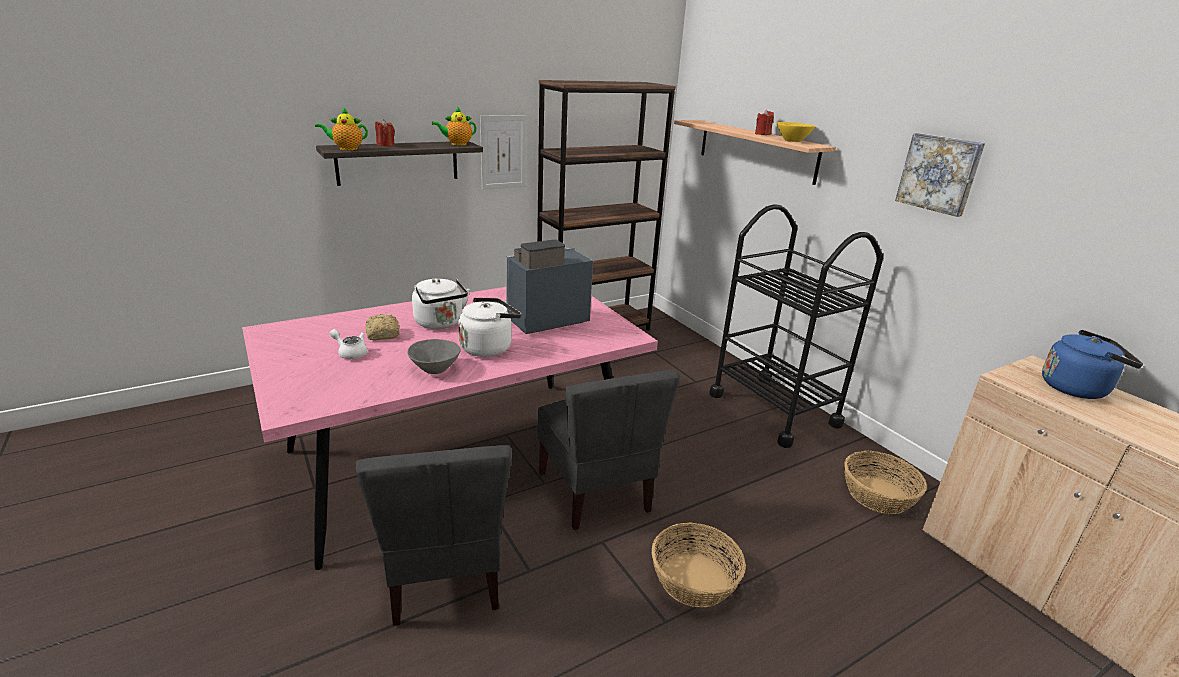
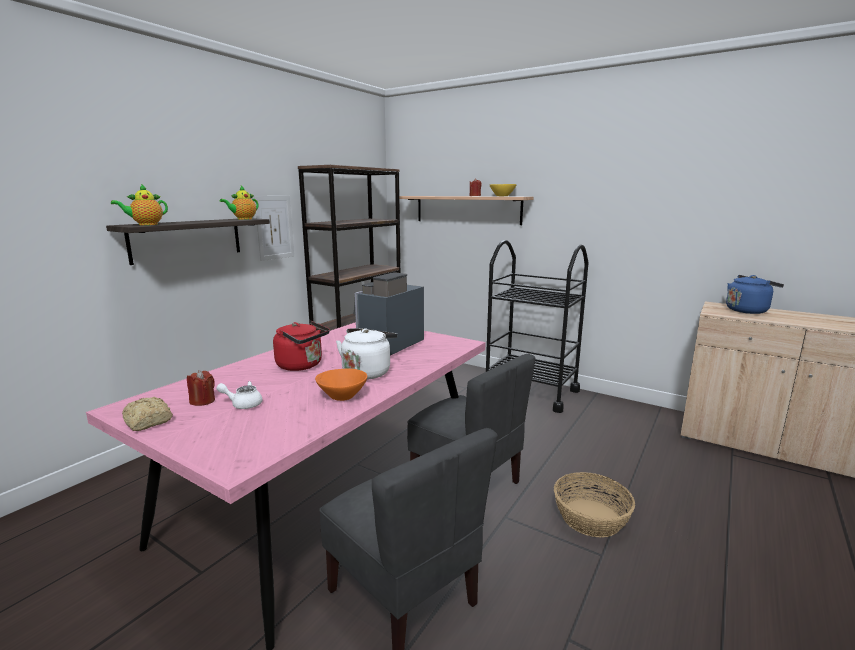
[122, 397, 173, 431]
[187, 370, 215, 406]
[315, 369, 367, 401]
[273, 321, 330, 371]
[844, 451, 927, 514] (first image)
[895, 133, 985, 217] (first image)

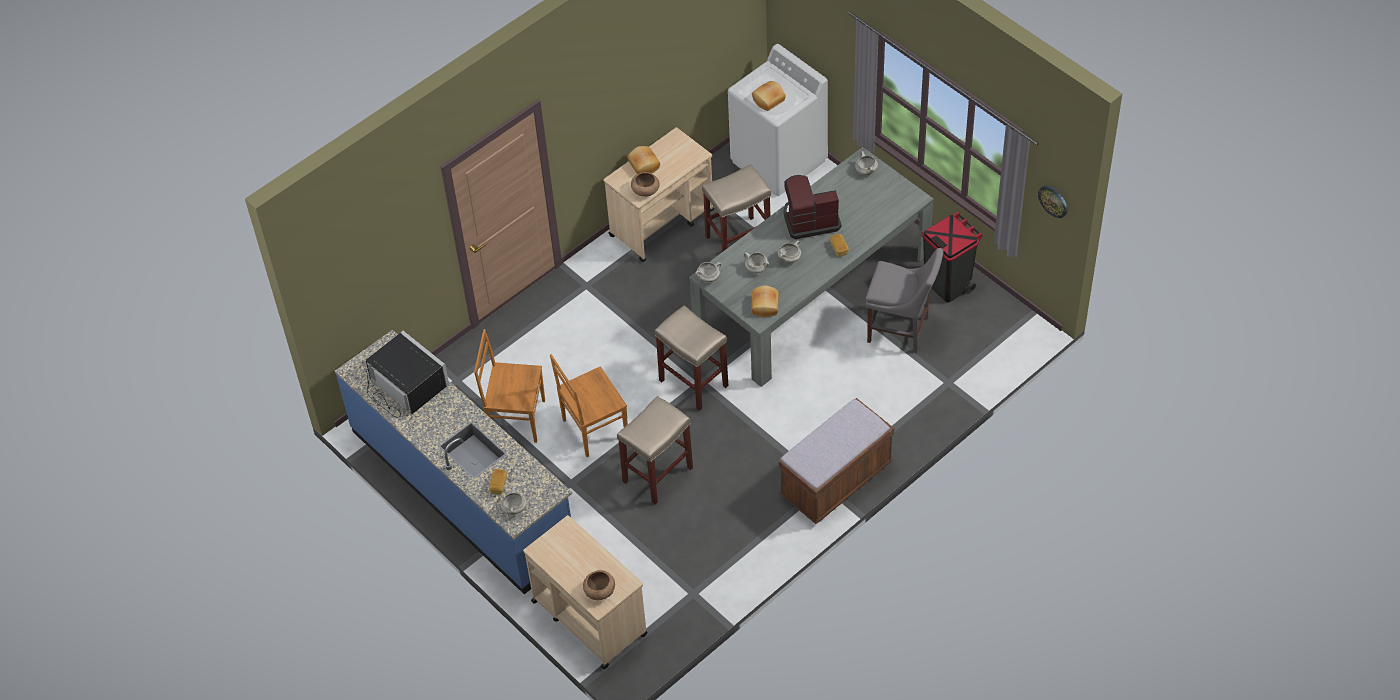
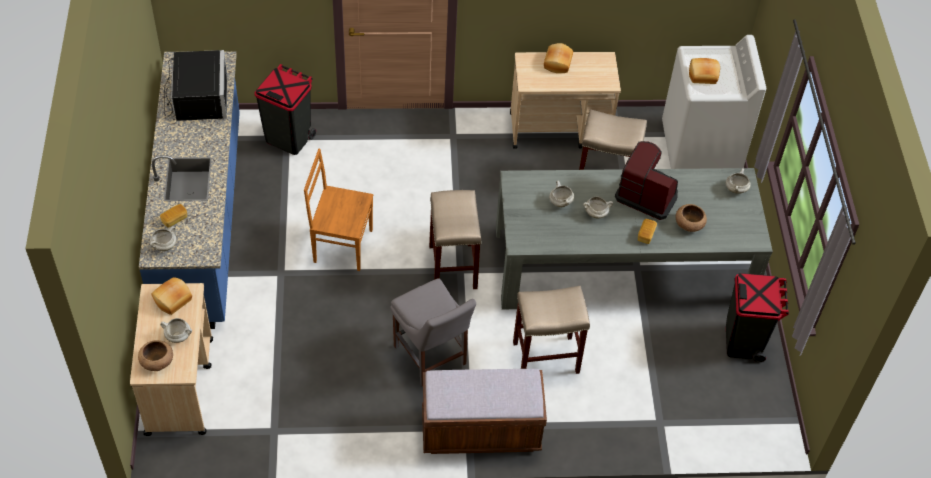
[474, 329, 545, 443] (first image)
[513, 286, 590, 374]
[676, 204, 707, 232]
[160, 318, 192, 343]
[152, 277, 192, 315]
[390, 278, 476, 386]
[1038, 186, 1068, 218] (first image)
[254, 64, 316, 155]

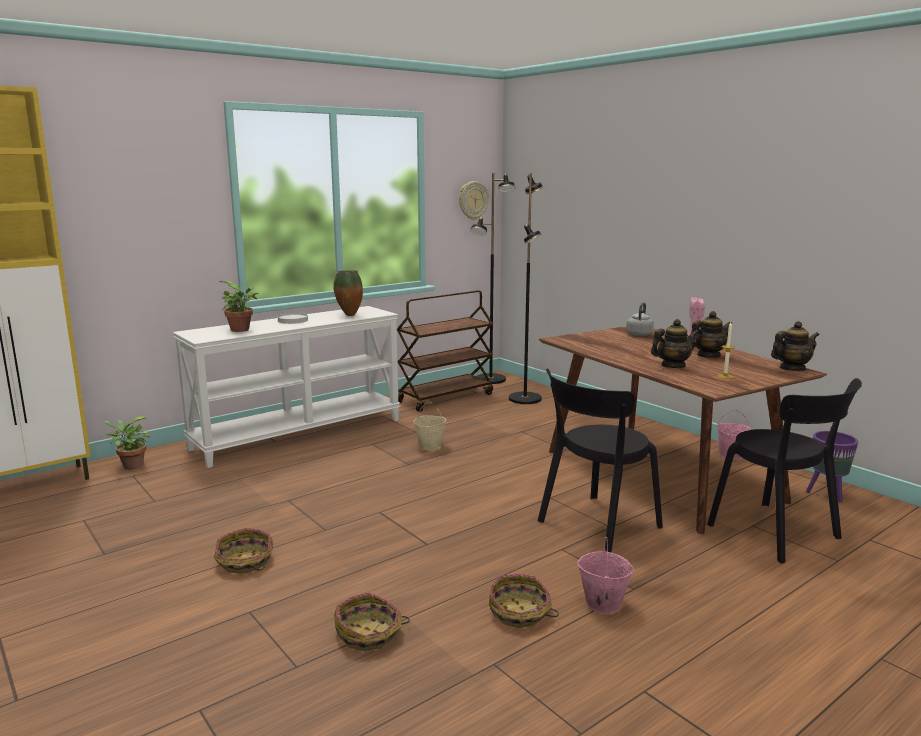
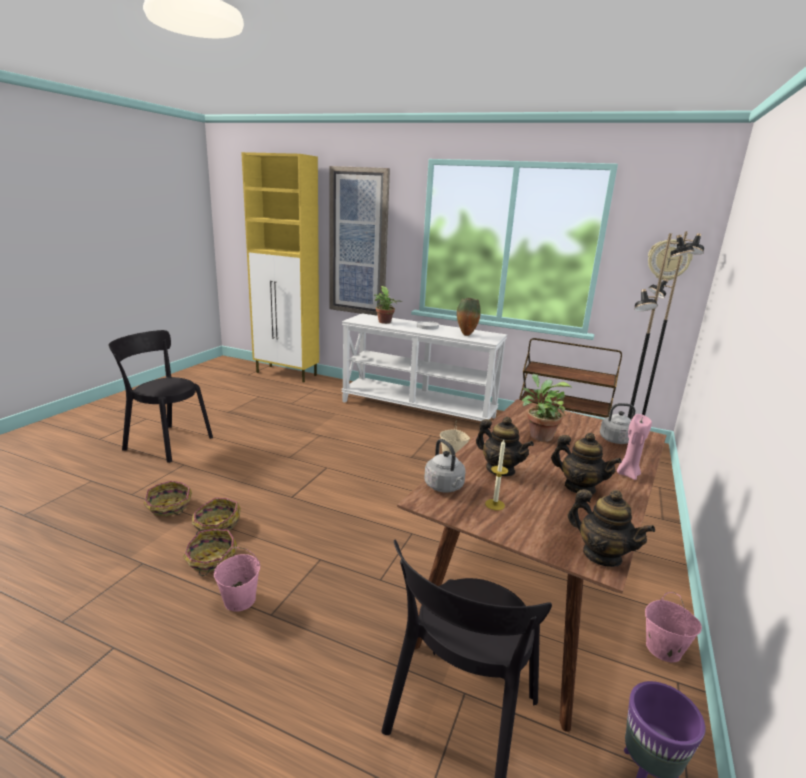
[522, 374, 572, 442]
[192, 498, 241, 535]
[108, 330, 213, 463]
[330, 166, 390, 316]
[424, 439, 466, 493]

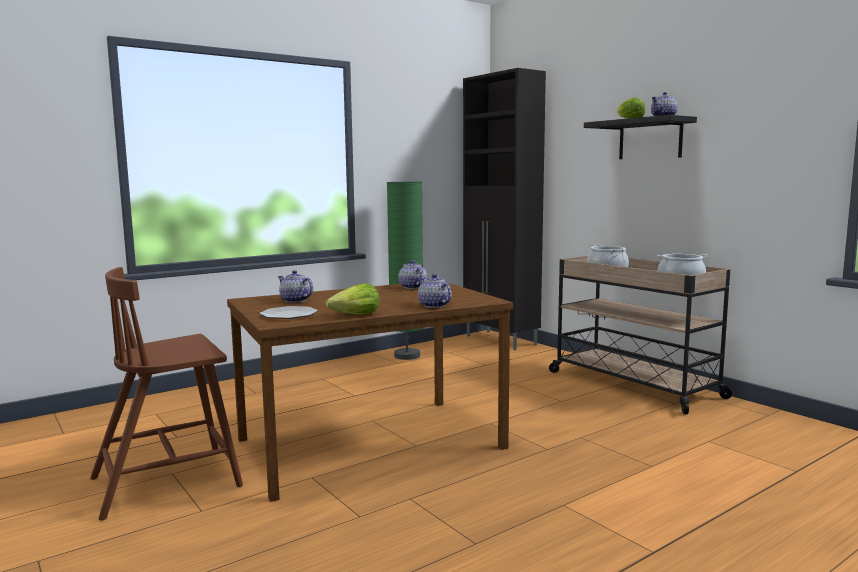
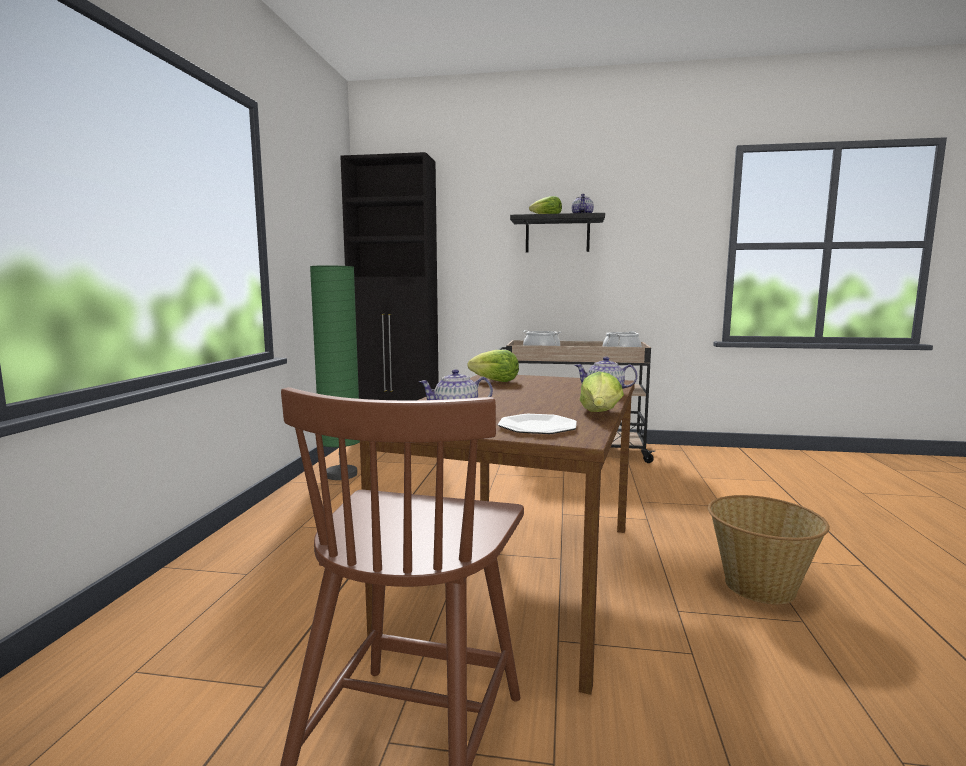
[468, 350, 519, 382]
[708, 495, 830, 604]

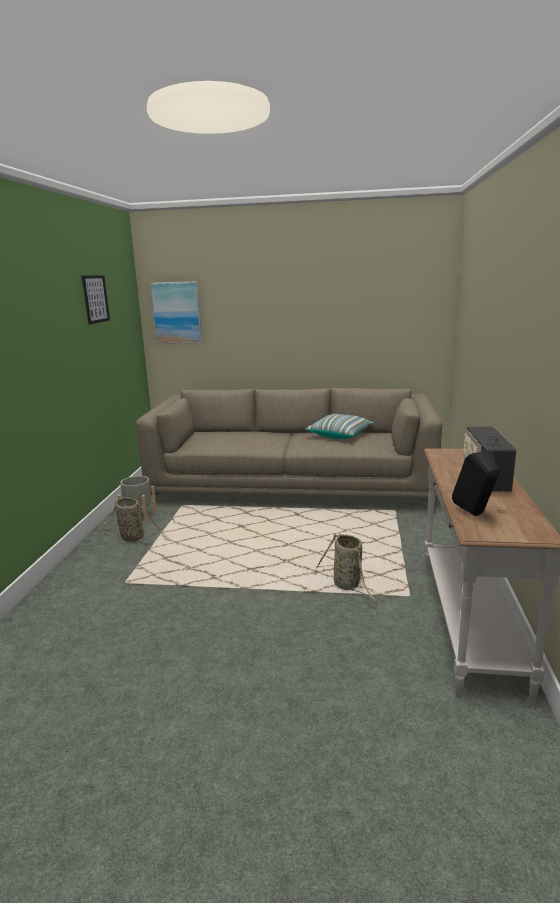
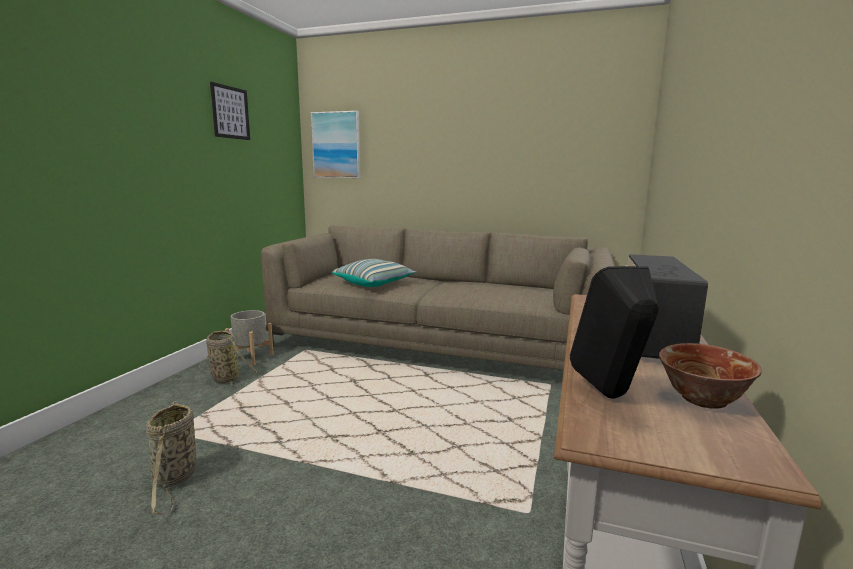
[332, 259, 416, 287]
[146, 401, 196, 515]
[659, 343, 762, 409]

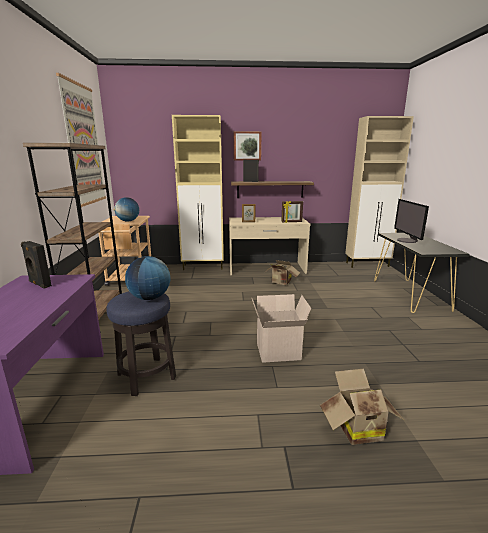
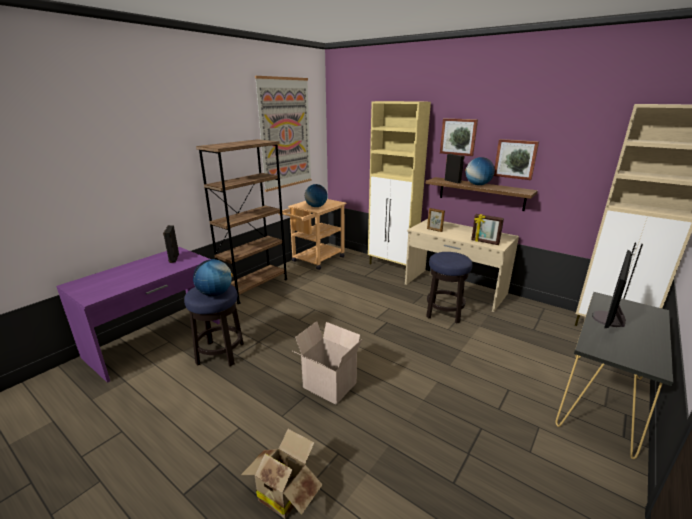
[426, 252, 473, 324]
[465, 157, 495, 185]
[494, 139, 539, 180]

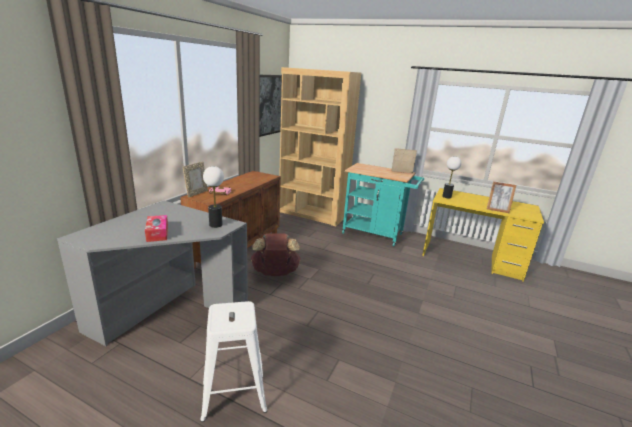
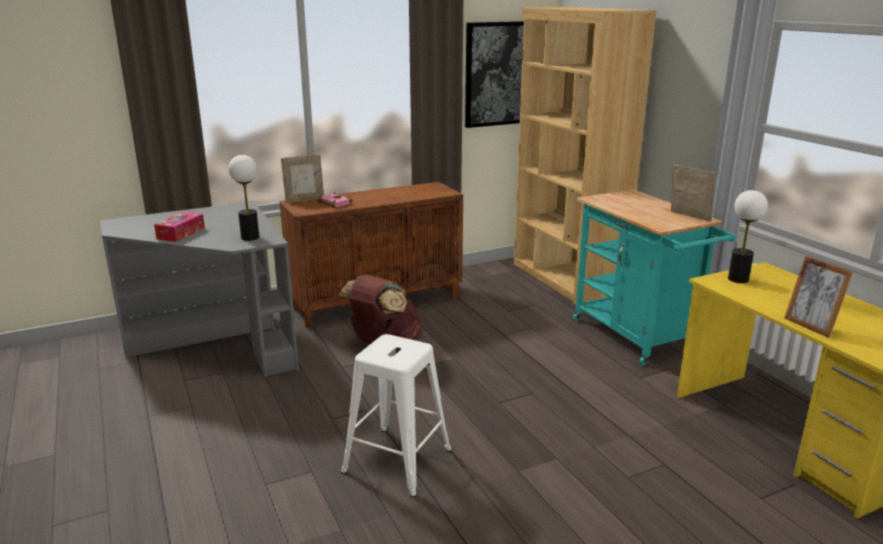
[341, 334, 452, 497]

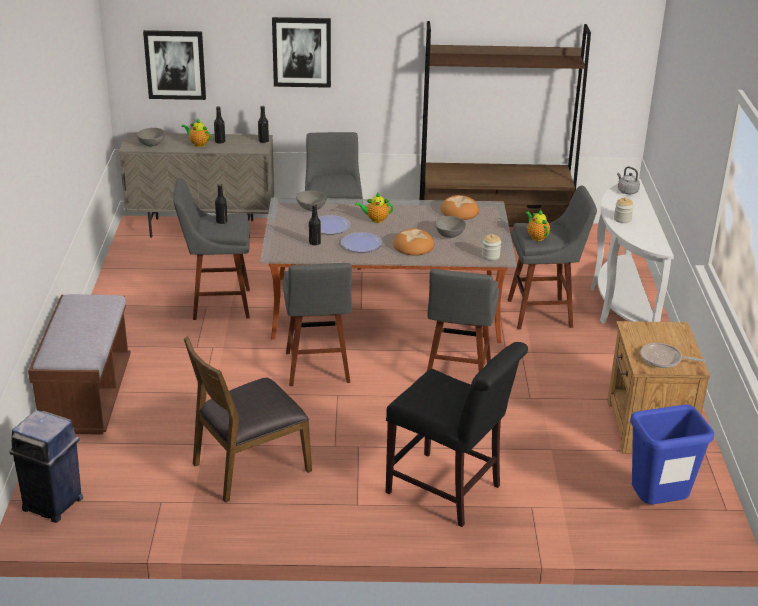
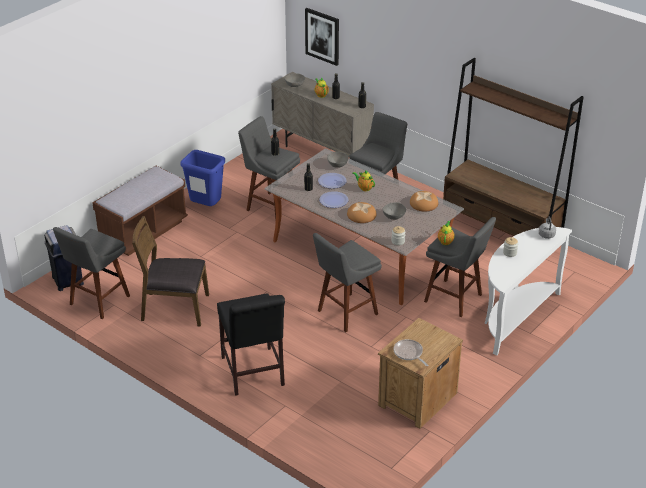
[272, 17, 331, 88] (first image)
[53, 227, 130, 319]
[181, 150, 225, 206]

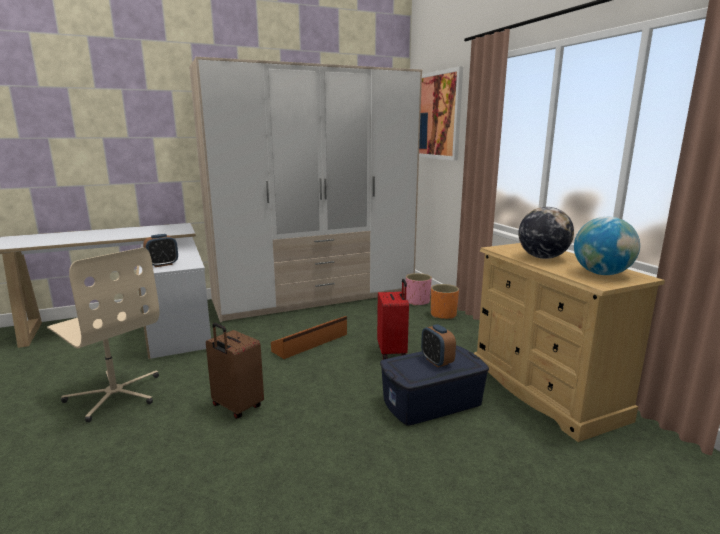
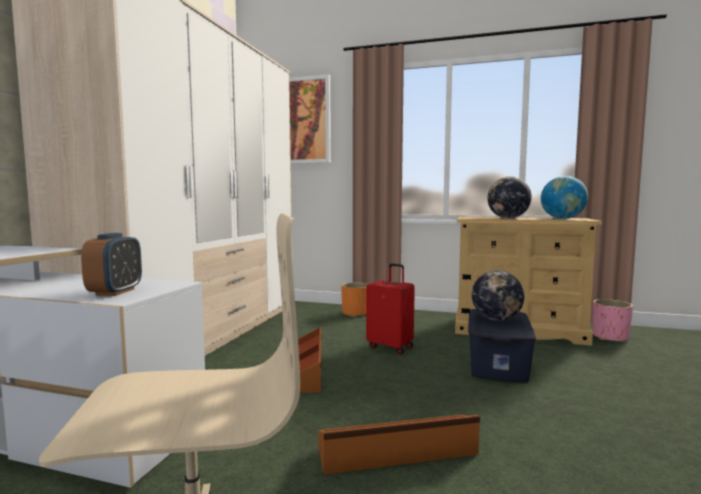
[318, 415, 480, 475]
[592, 299, 633, 342]
[472, 270, 524, 321]

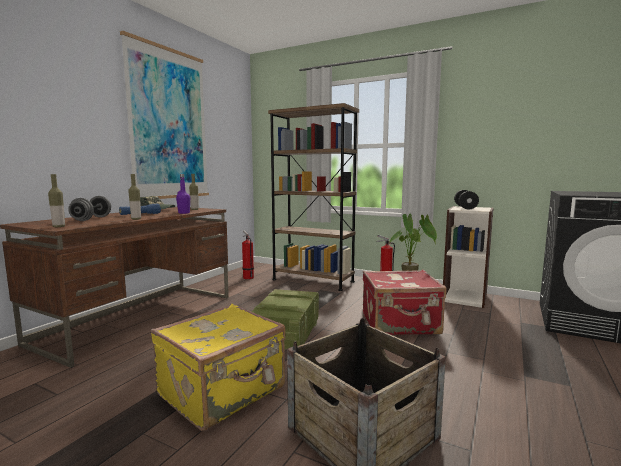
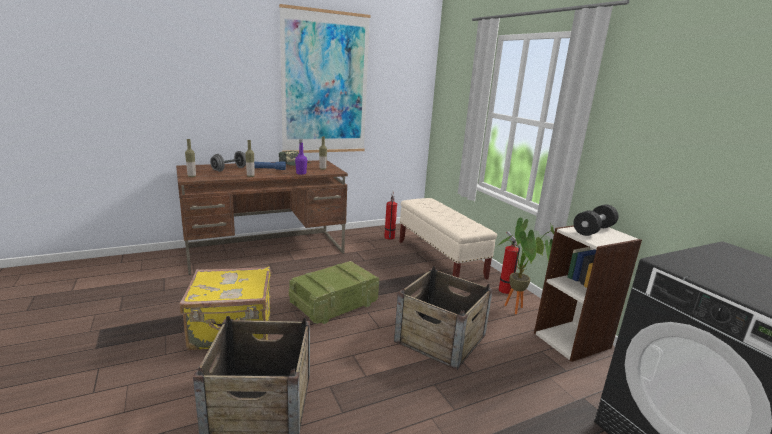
[399, 198, 497, 280]
[394, 266, 493, 370]

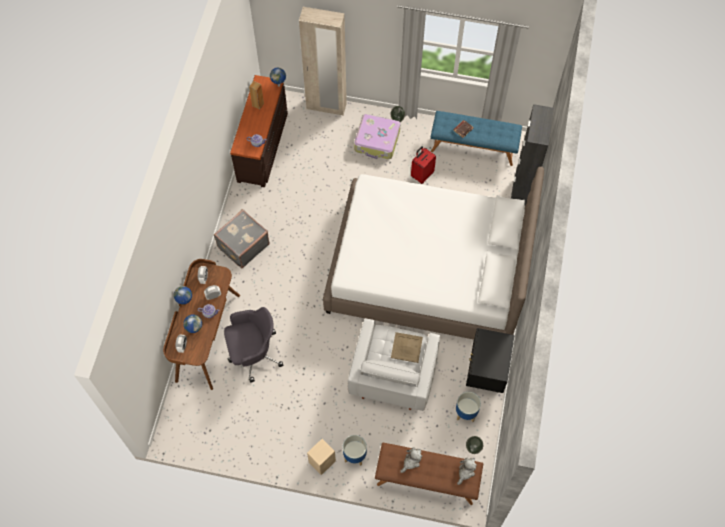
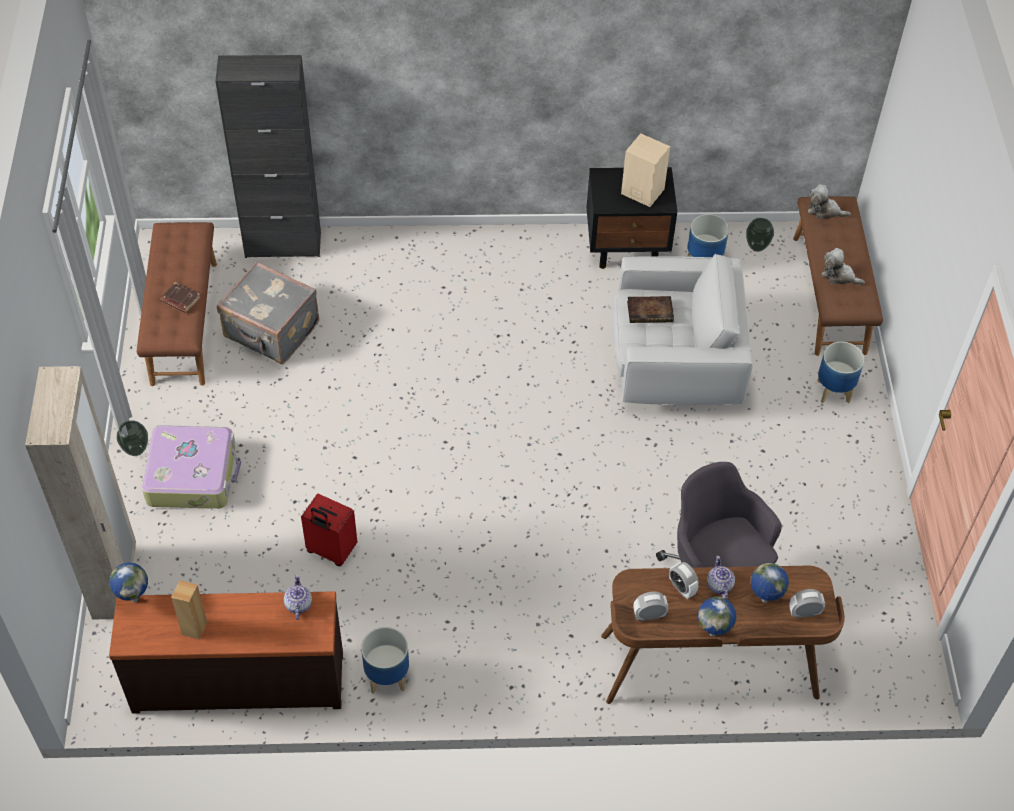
[217, 262, 319, 365]
[621, 133, 670, 207]
[323, 166, 544, 340] (first image)
[627, 296, 674, 323]
[301, 494, 357, 566]
[137, 222, 217, 386]
[361, 627, 409, 694]

